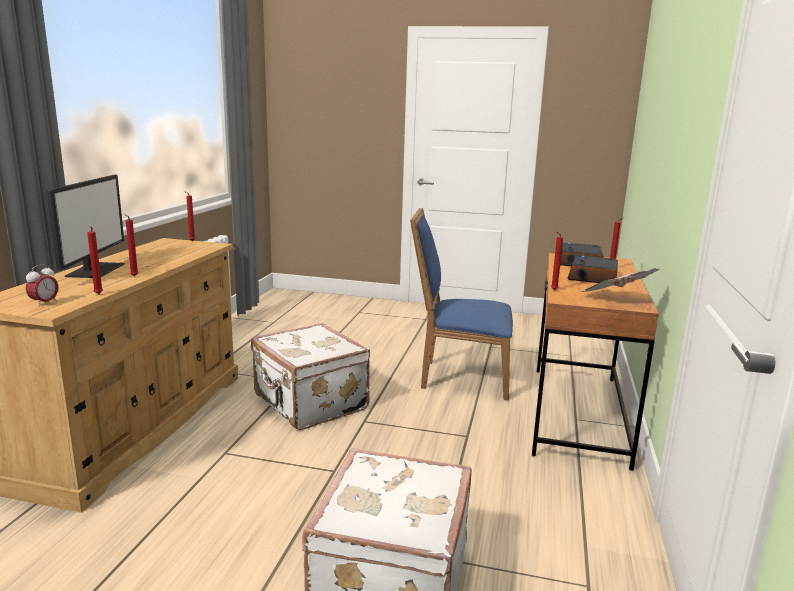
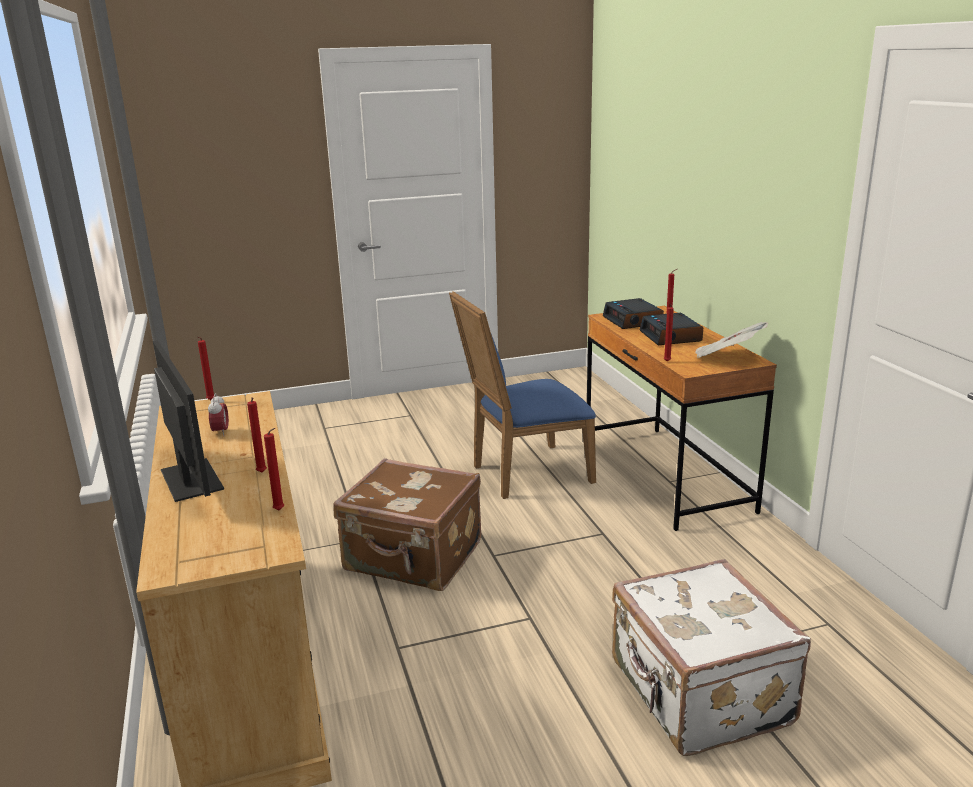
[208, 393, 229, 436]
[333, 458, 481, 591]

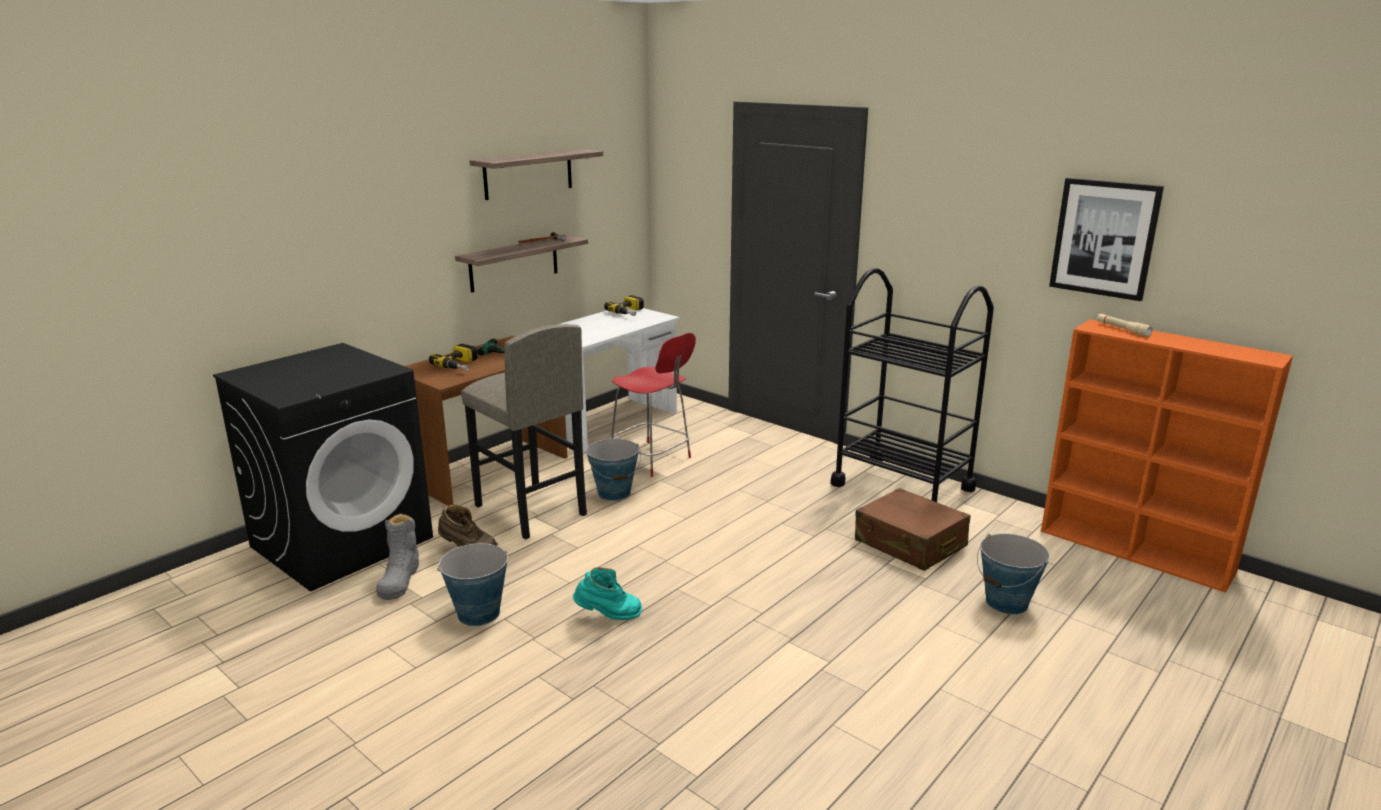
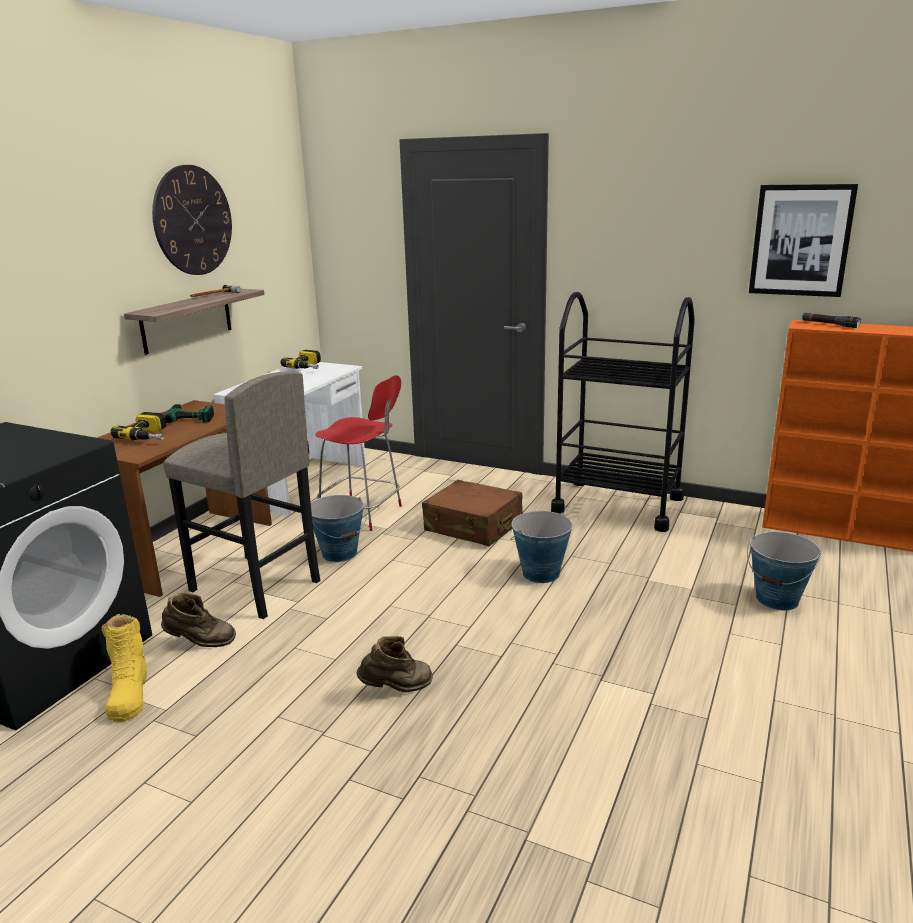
[102, 614, 147, 722]
[510, 511, 573, 583]
[152, 165, 232, 275]
[356, 636, 433, 693]
[422, 480, 523, 546]
[802, 313, 861, 328]

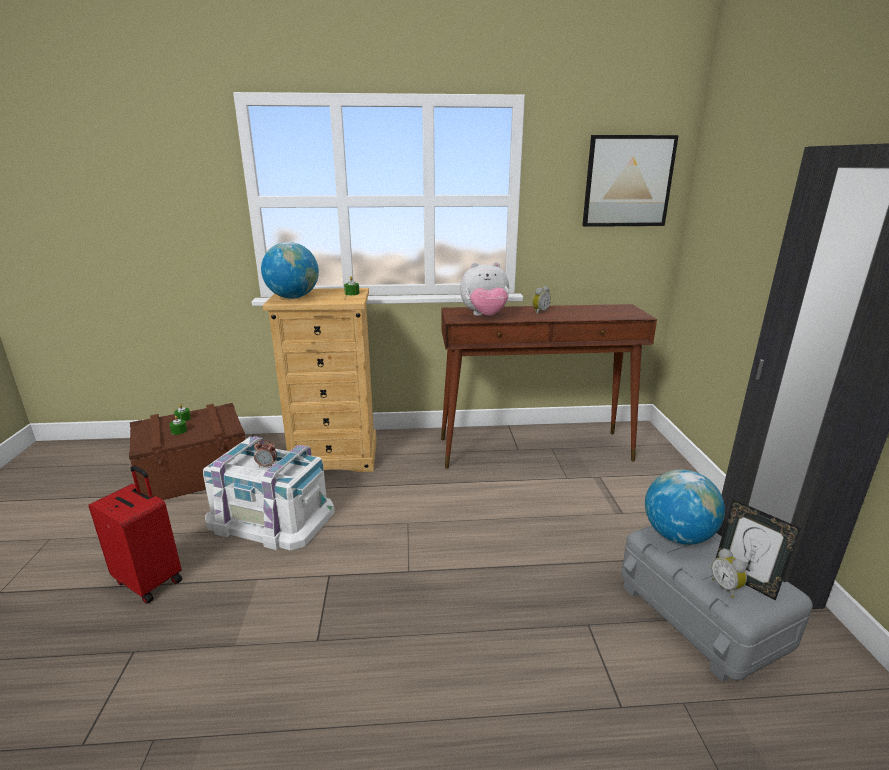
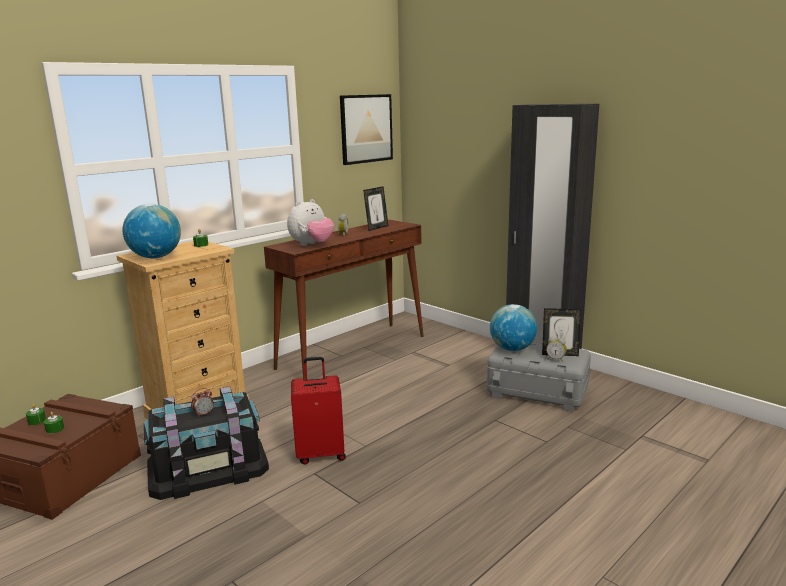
[291, 357, 346, 465]
[144, 386, 269, 500]
[363, 186, 388, 231]

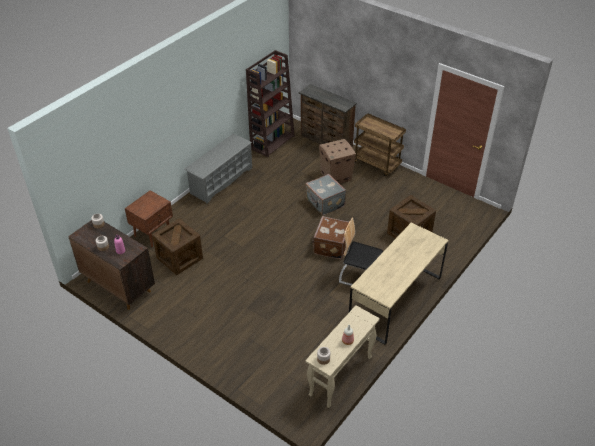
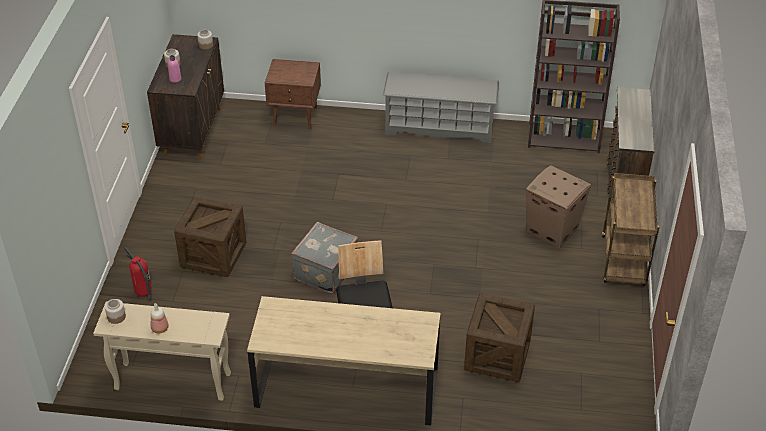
[174, 197, 247, 277]
[291, 222, 358, 293]
[312, 216, 349, 259] (first image)
[124, 247, 152, 299]

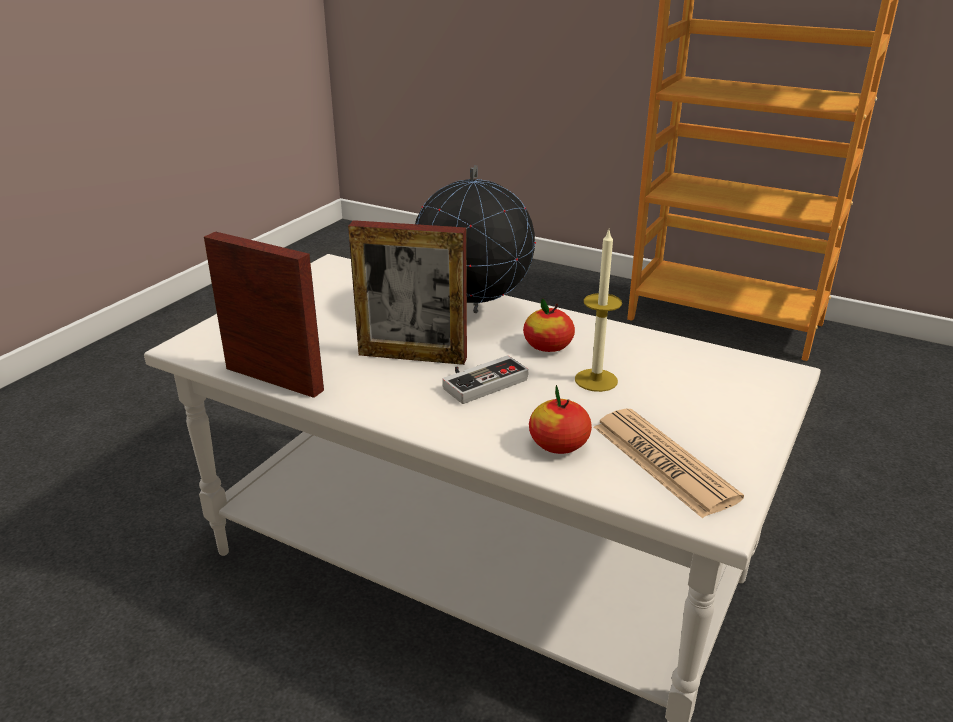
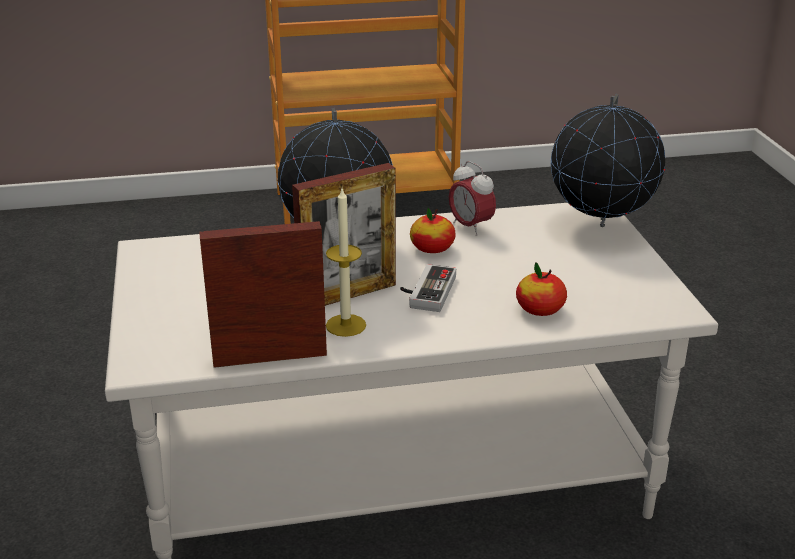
[326, 189, 366, 337]
[594, 409, 744, 518] (first image)
[449, 161, 496, 236]
[551, 94, 665, 227]

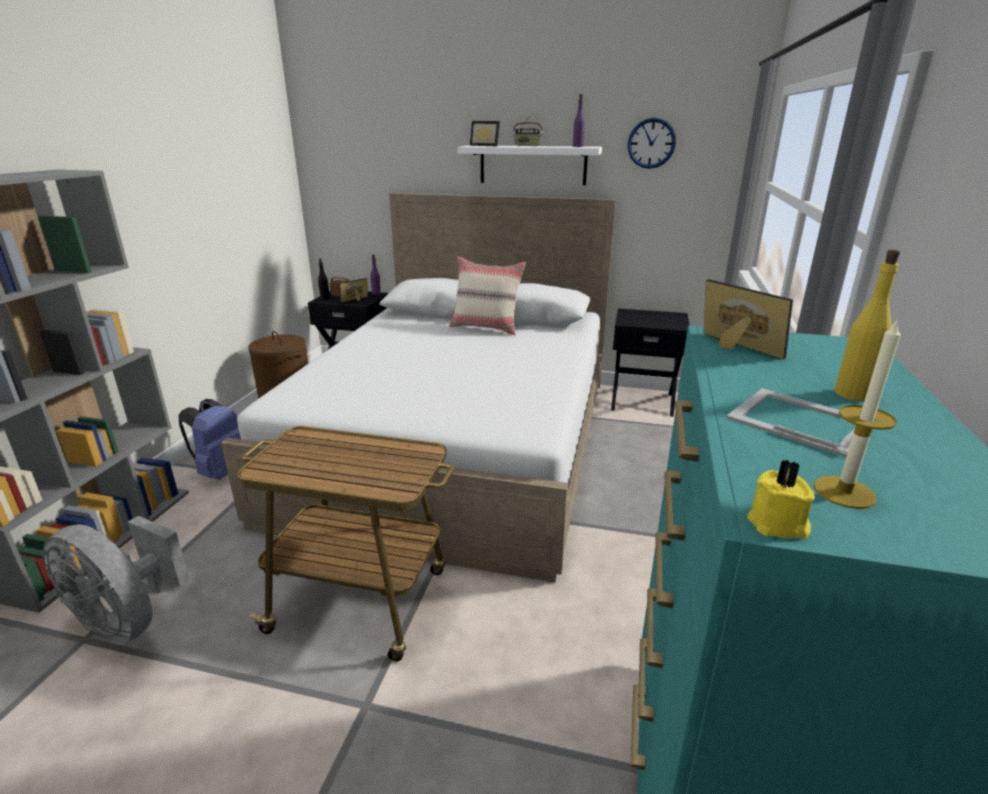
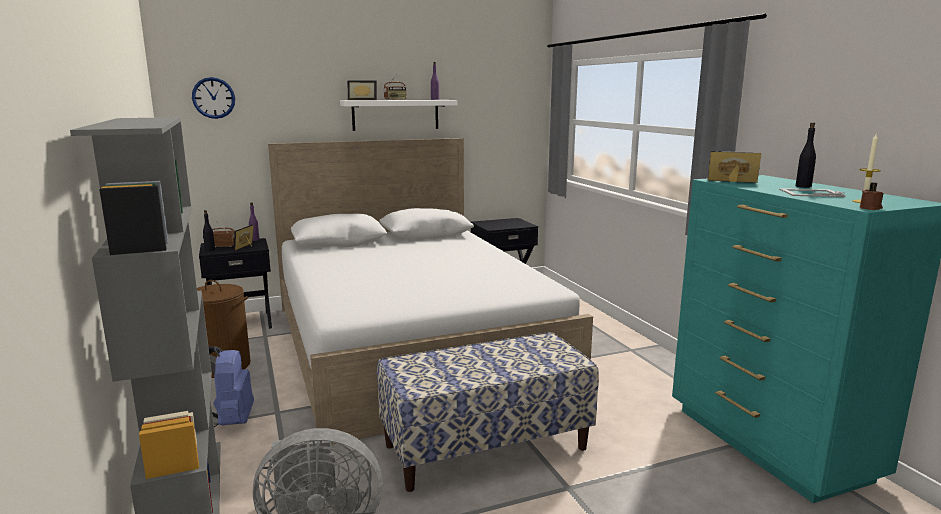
[377, 332, 599, 492]
[449, 257, 526, 335] (first image)
[192, 77, 235, 119]
[860, 183, 884, 210]
[796, 122, 816, 188]

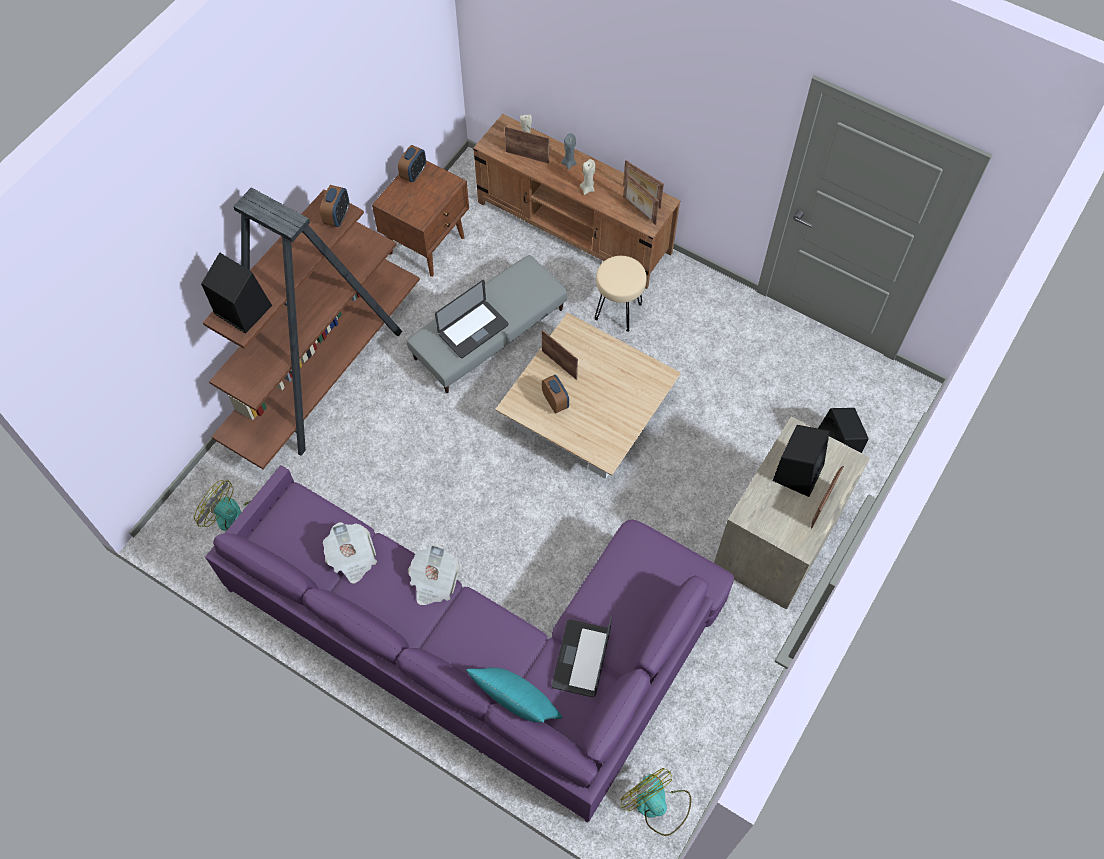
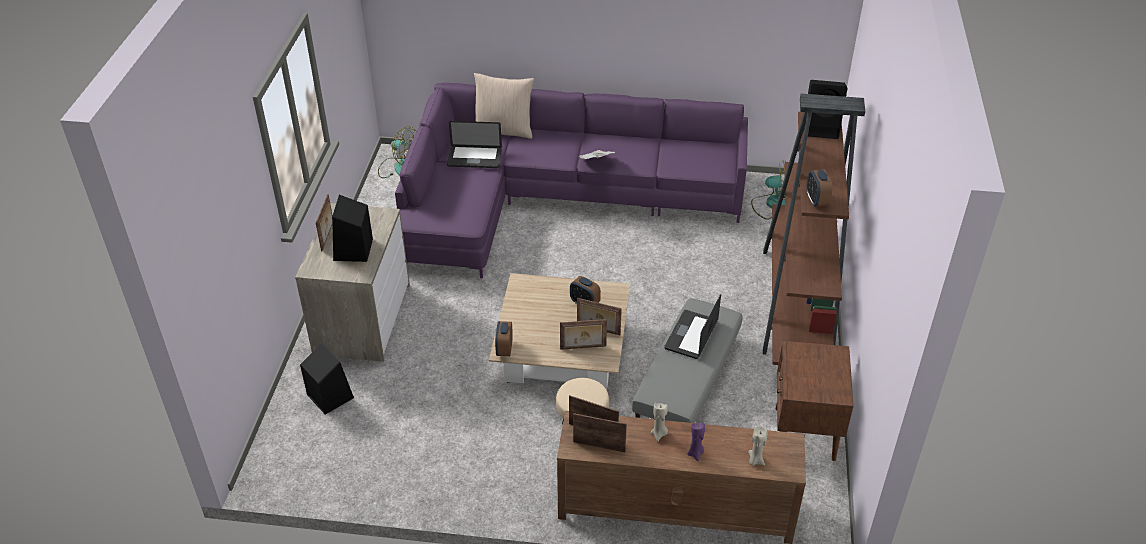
[323, 522, 377, 583] (first image)
[495, 321, 513, 356]
[474, 73, 534, 139]
[560, 319, 607, 350]
[447, 121, 502, 168]
[687, 423, 705, 461]

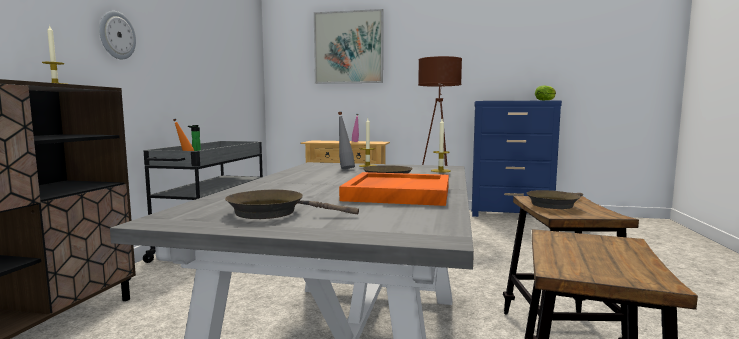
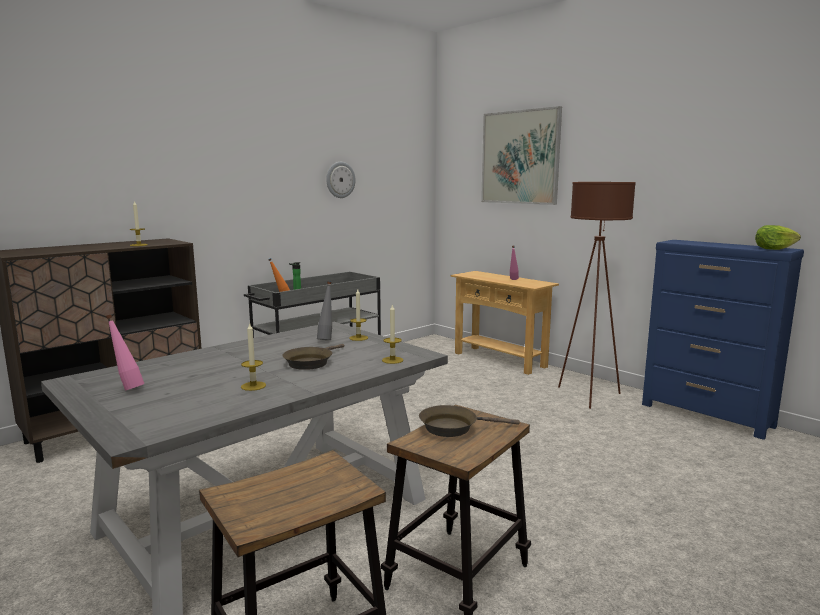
[326, 162, 356, 198]
[106, 314, 144, 391]
[241, 322, 266, 391]

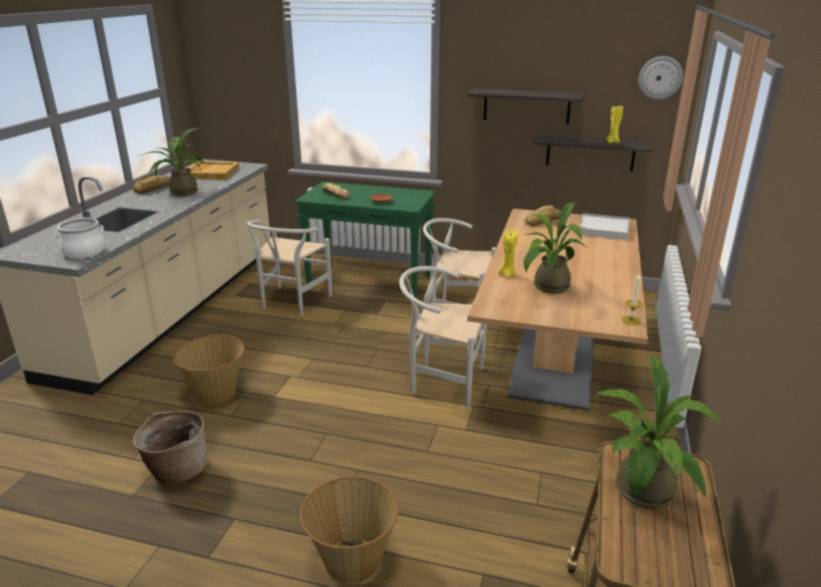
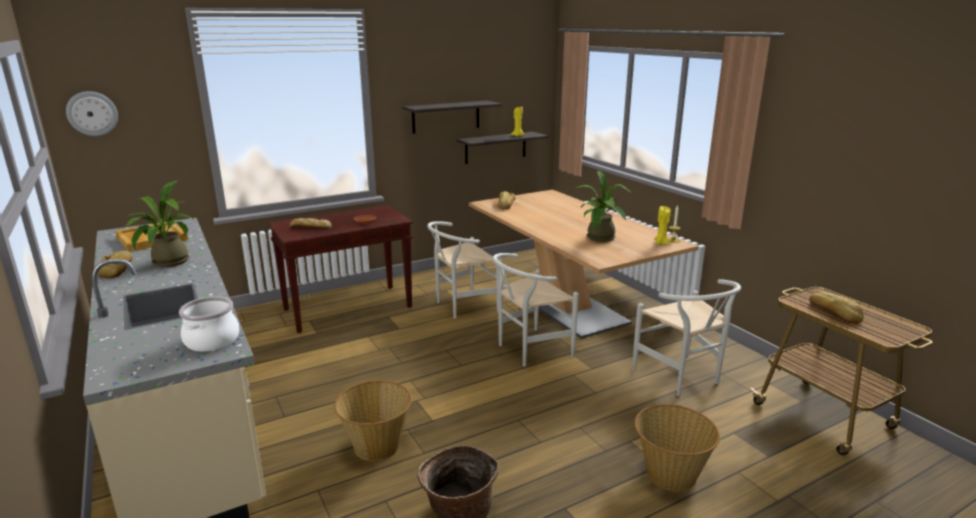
[632, 279, 741, 396]
[268, 205, 413, 333]
[654, 206, 671, 245]
[580, 213, 629, 240] (first image)
[809, 292, 863, 323]
[66, 91, 118, 136]

